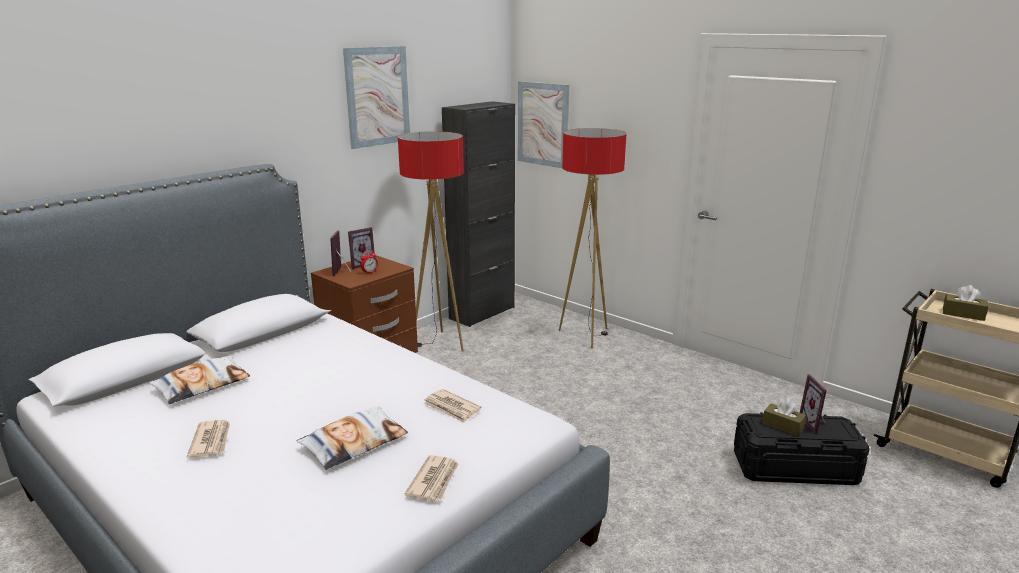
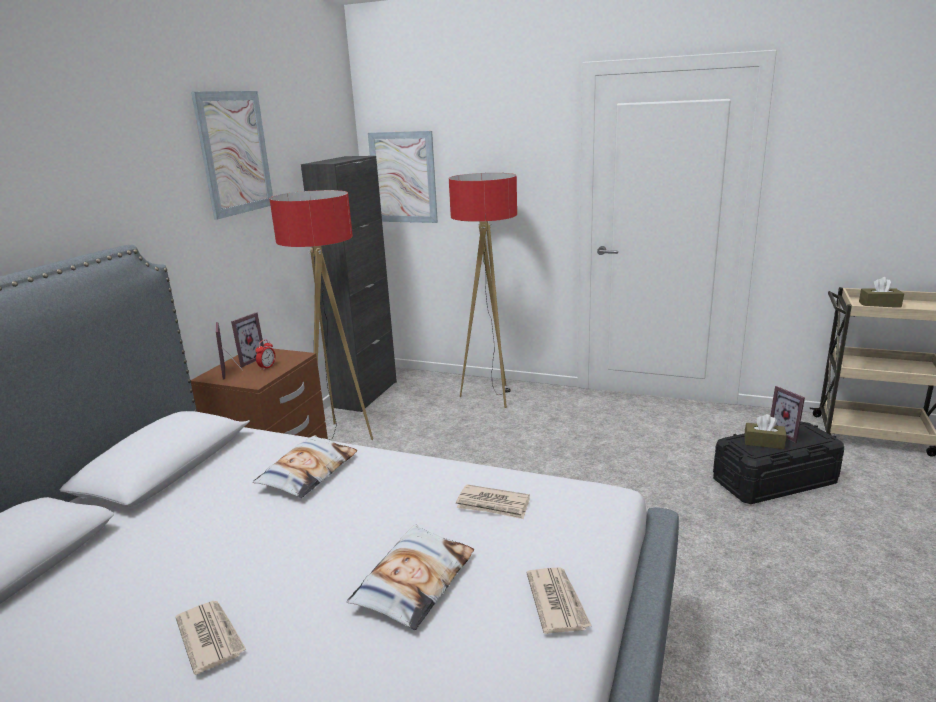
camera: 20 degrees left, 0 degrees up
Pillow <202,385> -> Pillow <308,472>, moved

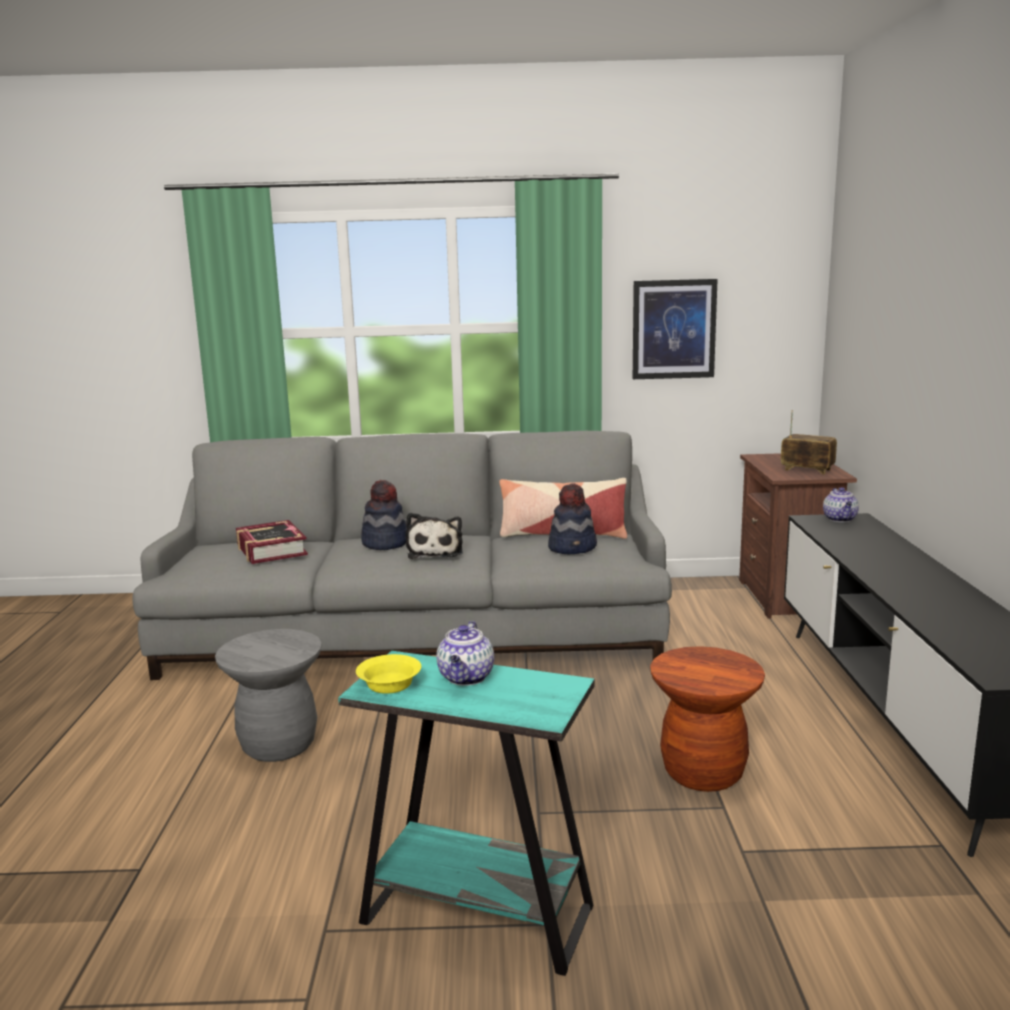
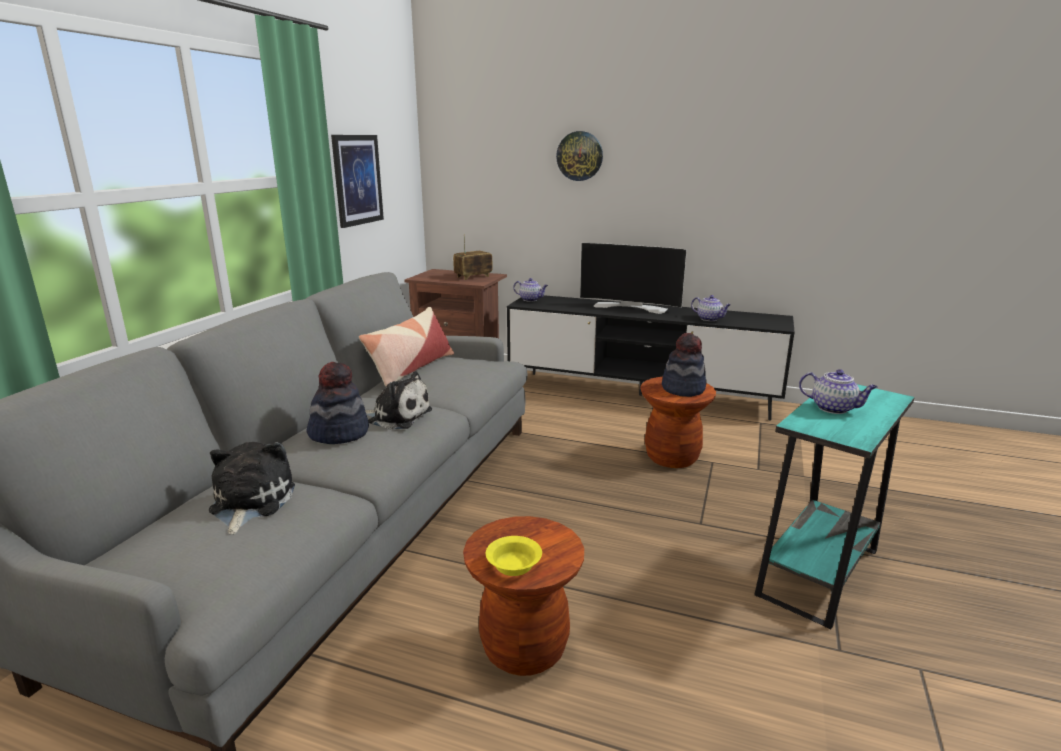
camera: 70 degrees left, 5 degrees up
none -> WallClock <579,156>
none -> Television <631,306>
none -> Teapot <710,319>
YellowBowl <388,685> -> YellowBowl <513,566>, moved
Hat <573,548> -> Hat <683,389>, moved
Book <271,550> -> PlushToy <249,503>
GreyStool <278,745> -> BrownStool <524,648>

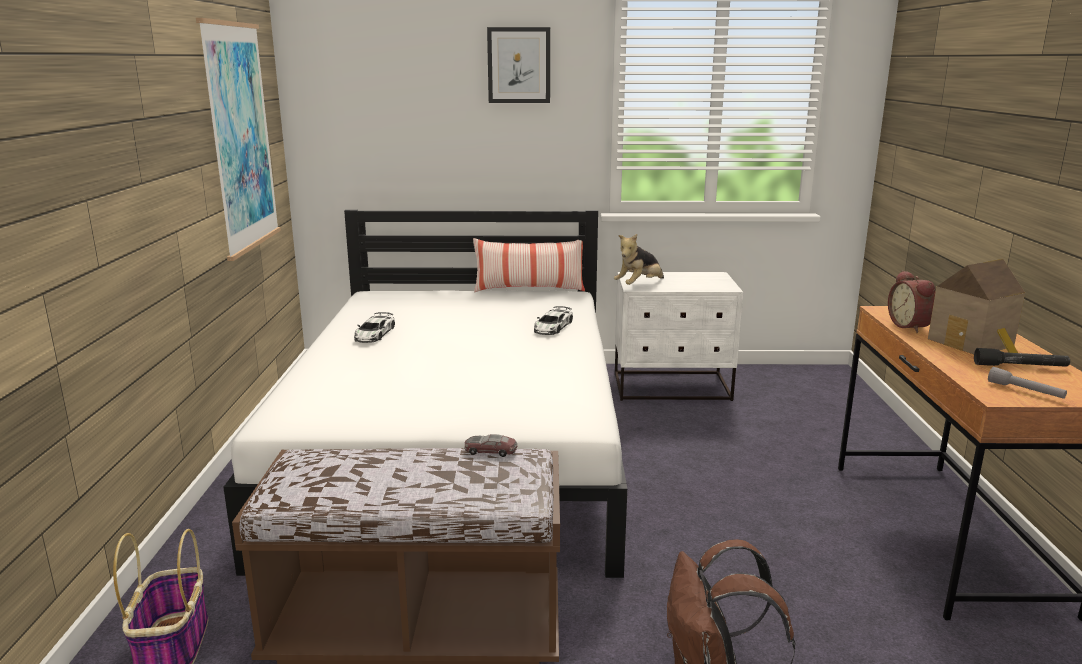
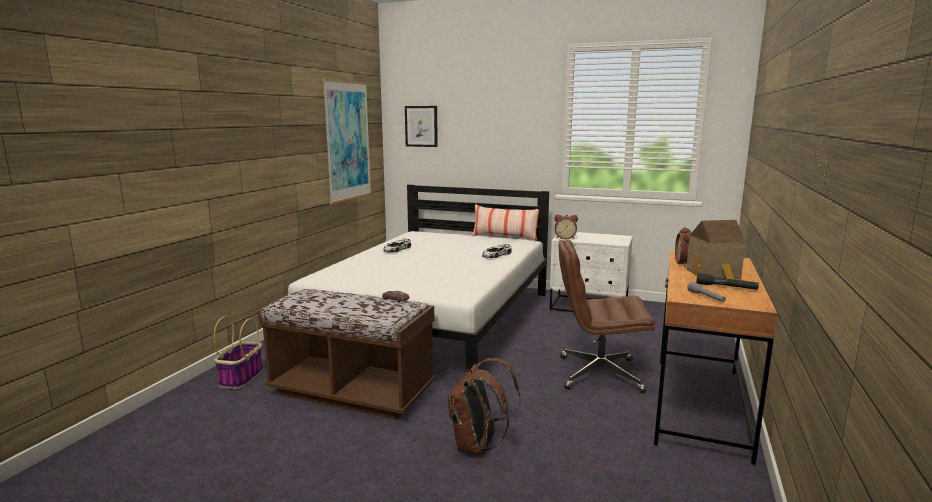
camera: 20 degrees right, 5 degrees down
none -> BrownOfficeChair <598,374>
Picture <519,65> -> Picture <421,126>, moved
PlushToy <639,285> -> AlarmClock <565,238>

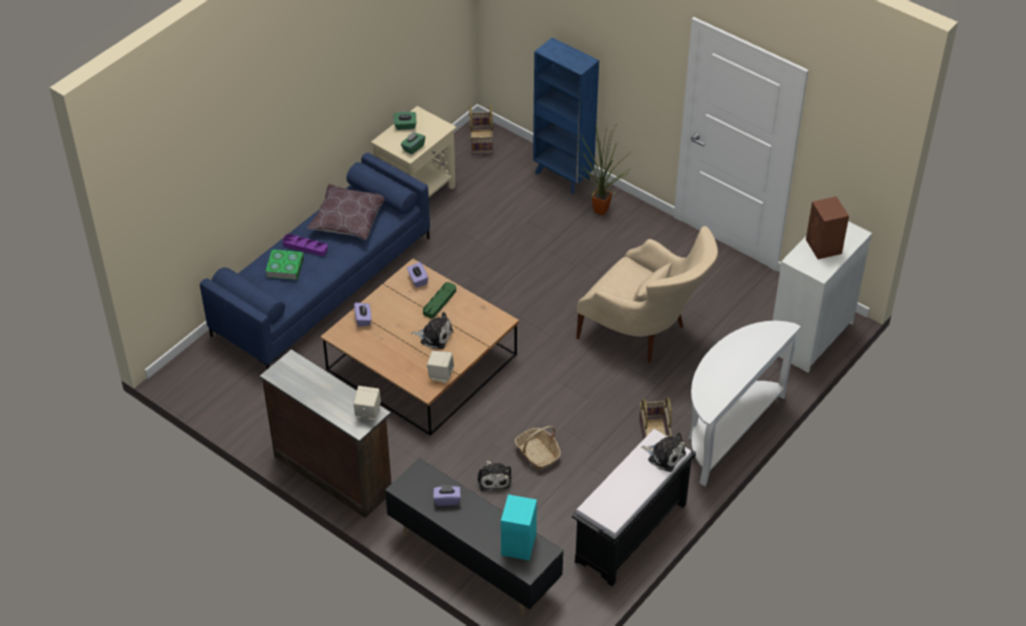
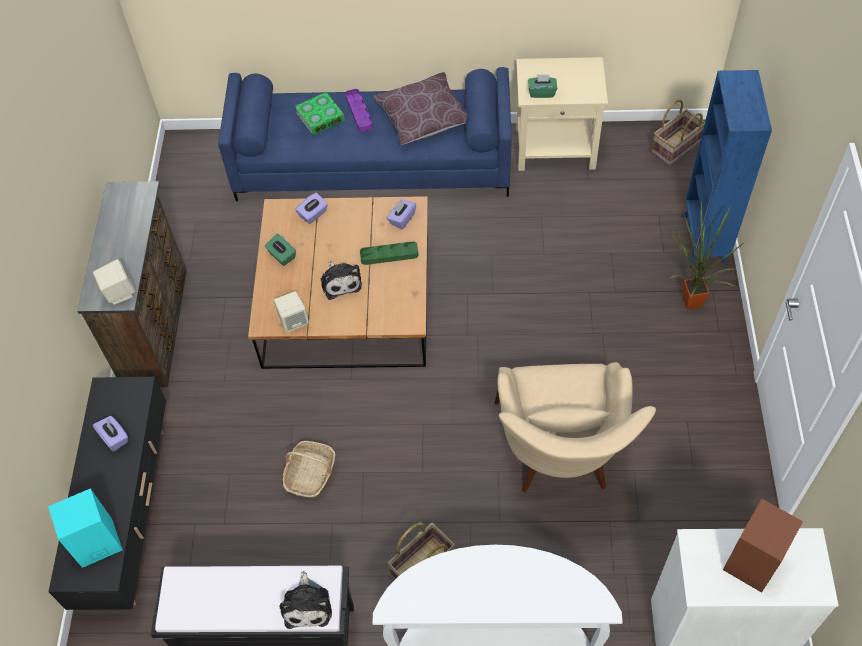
camera: 55 degrees right, 10 degrees up
PlushToy <493,478> -> none
GreenTissueBox <405,126> -> GreenTissueBox <281,256>, moved

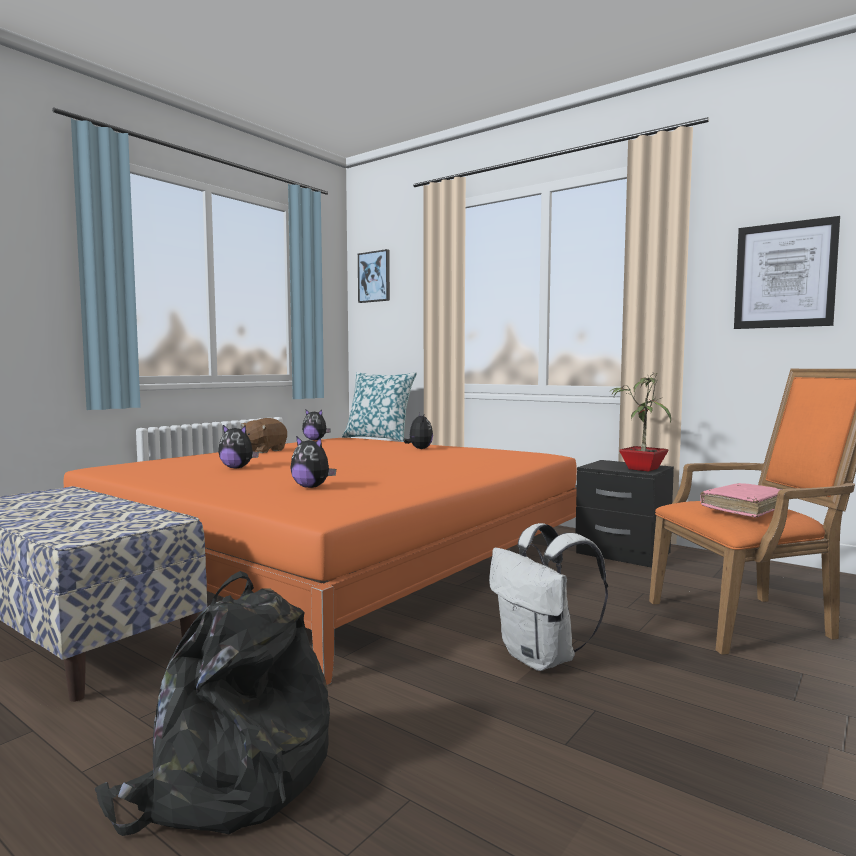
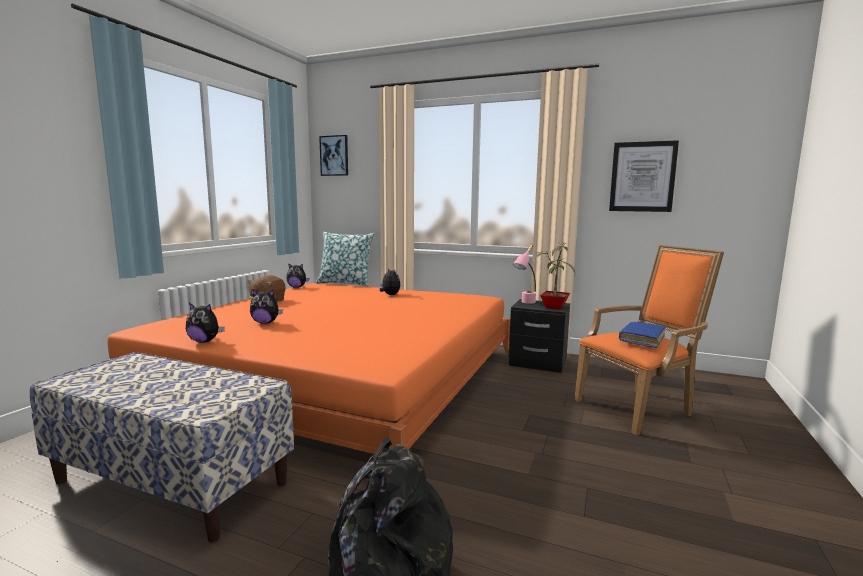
camera: 15 degrees left, 5 degrees up
WhiteBackpack <542,658> -> none
none -> PinkTableLamp <525,303>
PlushToy <311,487> -> PlushToy <205,341>, moved
PinkBook <744,508> -> BlueBook <642,339>

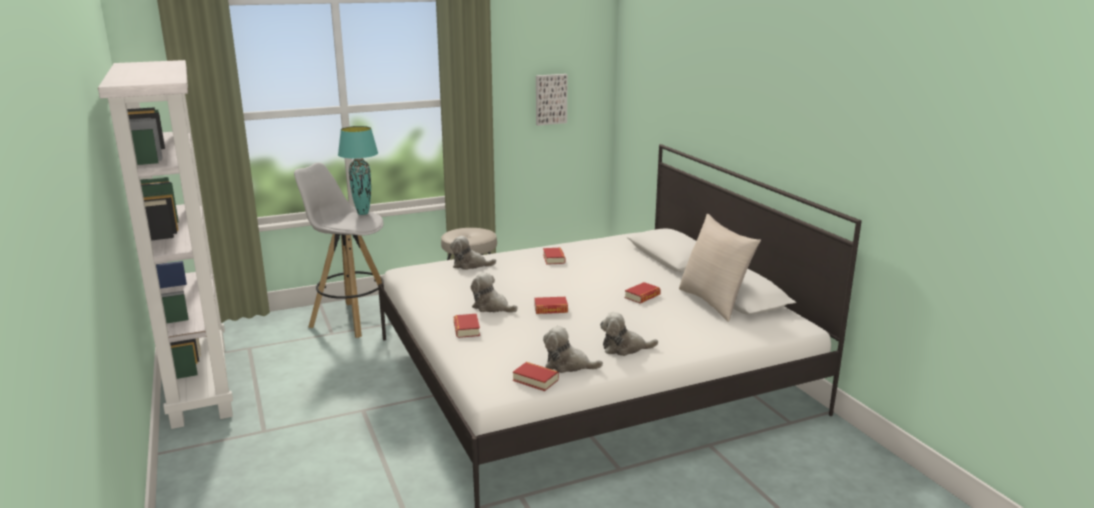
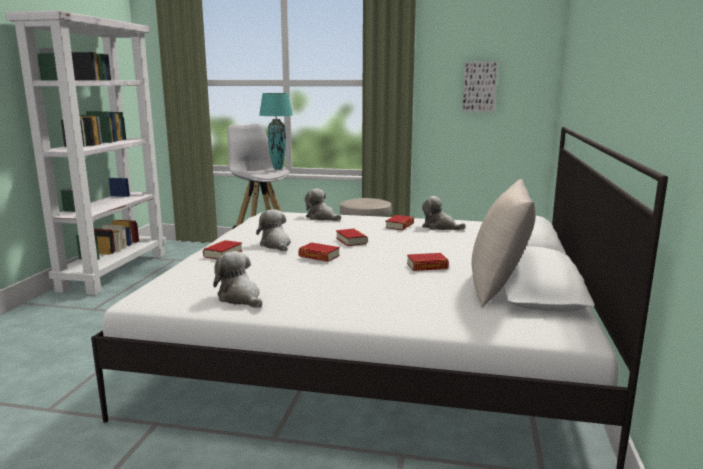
camera: 35 degrees right, 5 degrees down
Book <535,380> -> Book <351,241>, moved
PlushToy <624,348> -> PlushToy <440,227>, moved

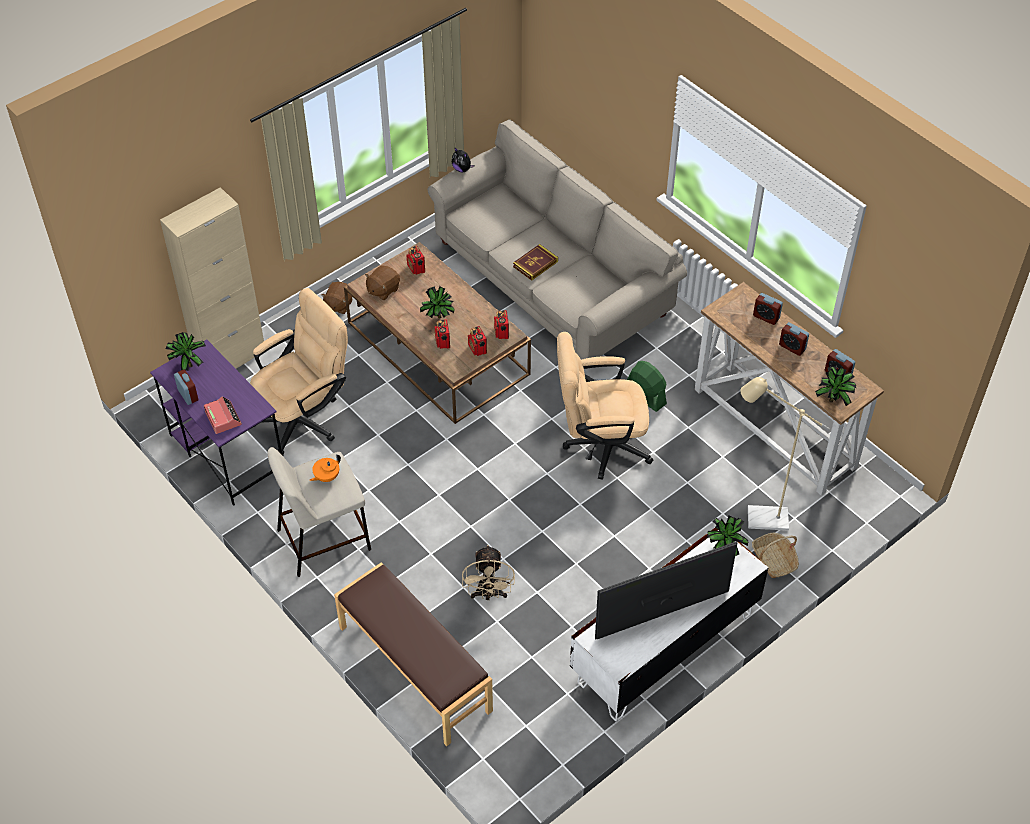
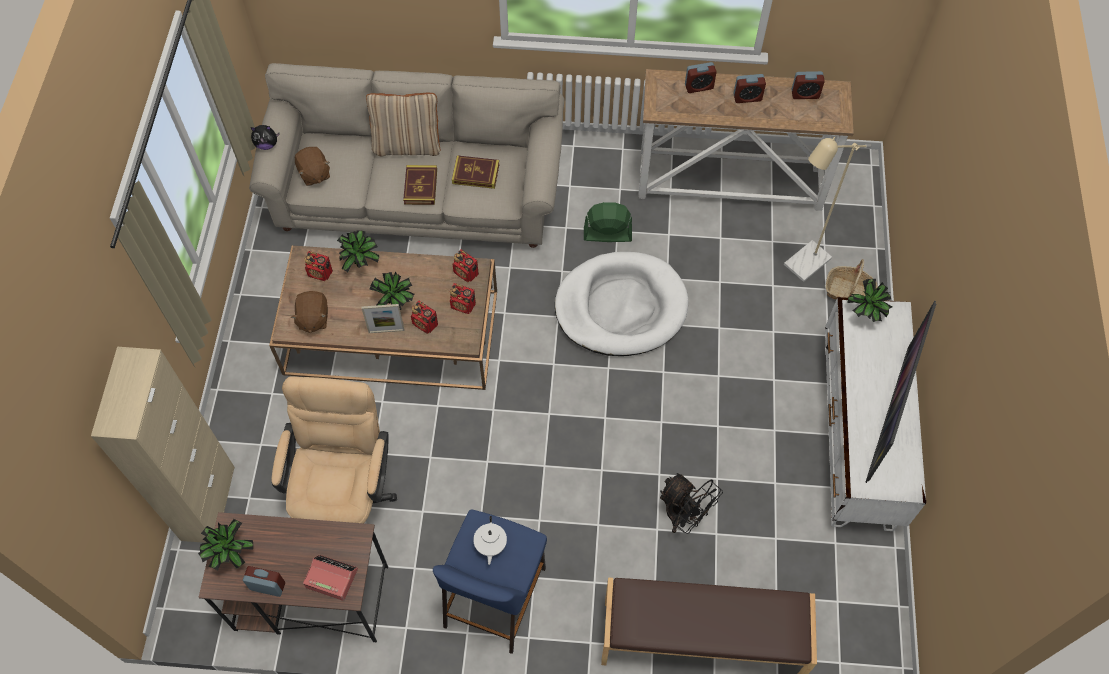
camera: 45 degrees left, 10 degrees up
none -> PictureFrame <386,331>
none -> BeigePillow <407,145>
none -> Book <476,174>
BrownPlushToy <338,305> -> BrownPlushToy <314,174>, moved
PottedPlant <834,400> -> PottedPlant <361,263>, moved
BeigeOfficeChair <599,445> -> WhiteDogBed <621,307>
PurpleDesk <226,452> -> BrownDesk <310,598>
BeigeStool <325,538> -> BlueStool <495,595>
OrangeTeapot <326,477> -> WhiteTeapot <490,545>
BeigeFan <488,594> -> BlackFan <683,516>

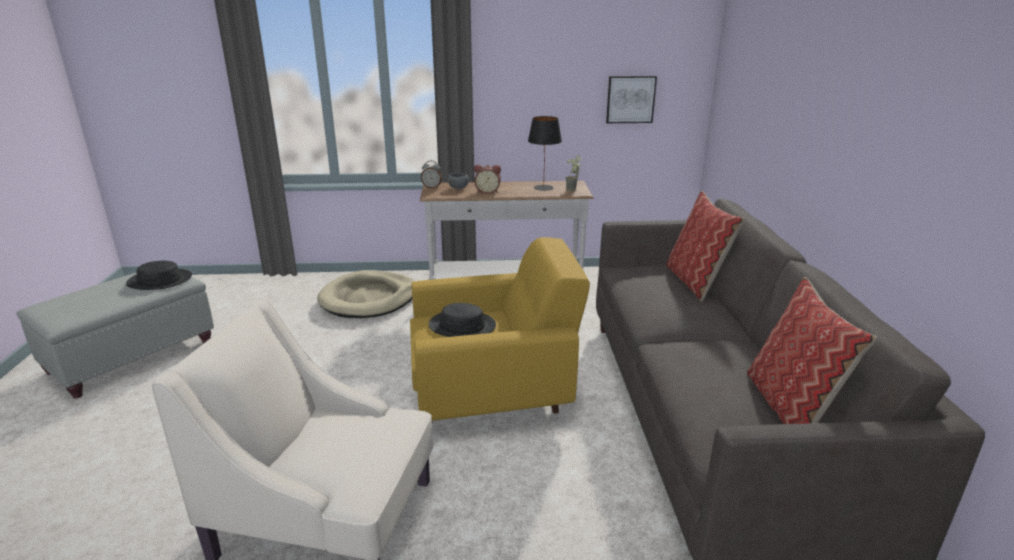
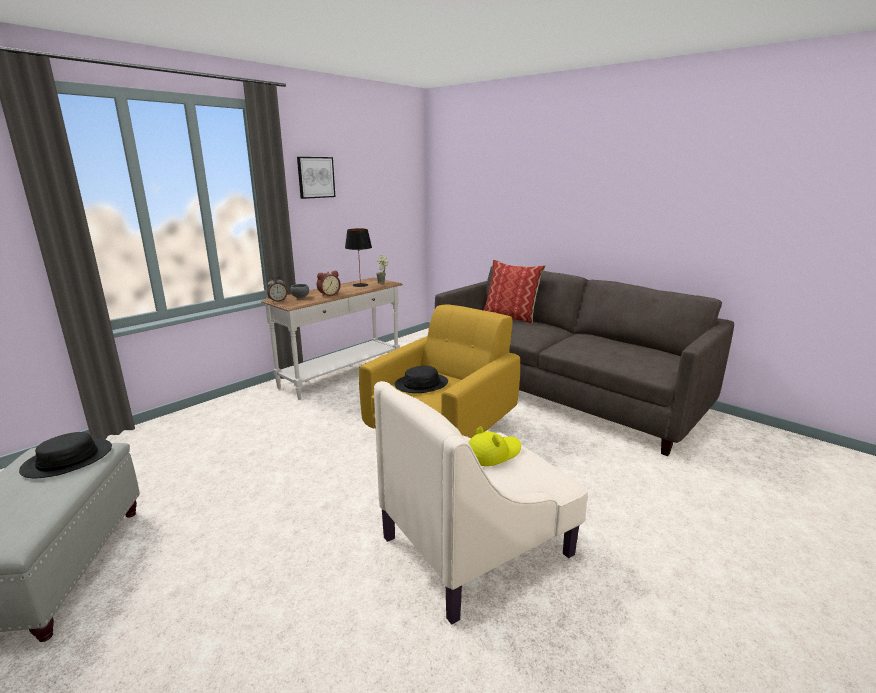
camera: 45 degrees left, 5 degrees down
BeigeDogBed <369,298> -> none
Pillow <791,407> -> none
none -> YellowHat <492,453>
Picture <630,99> -> Picture <315,177>, moved

